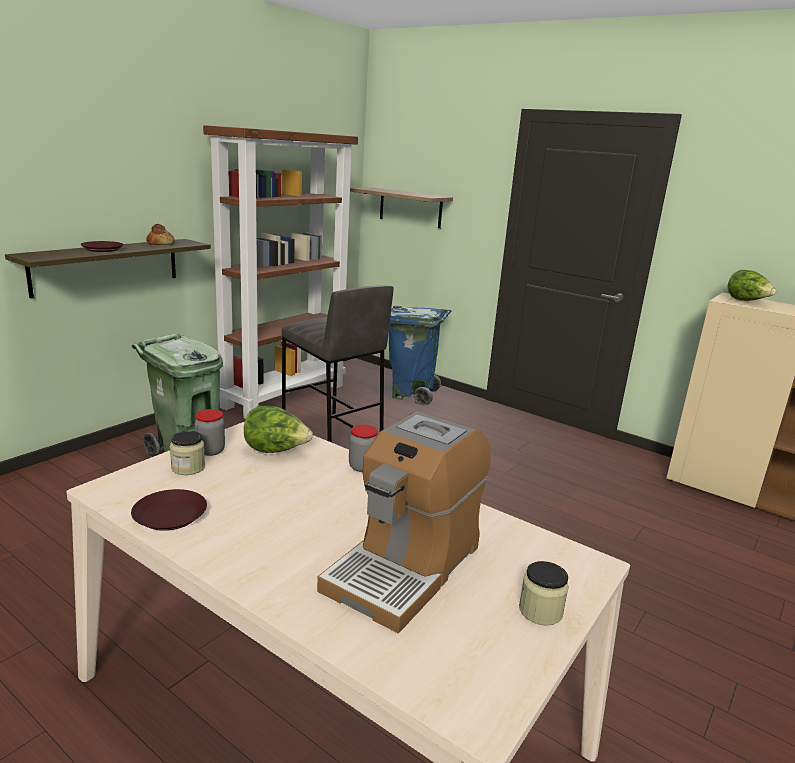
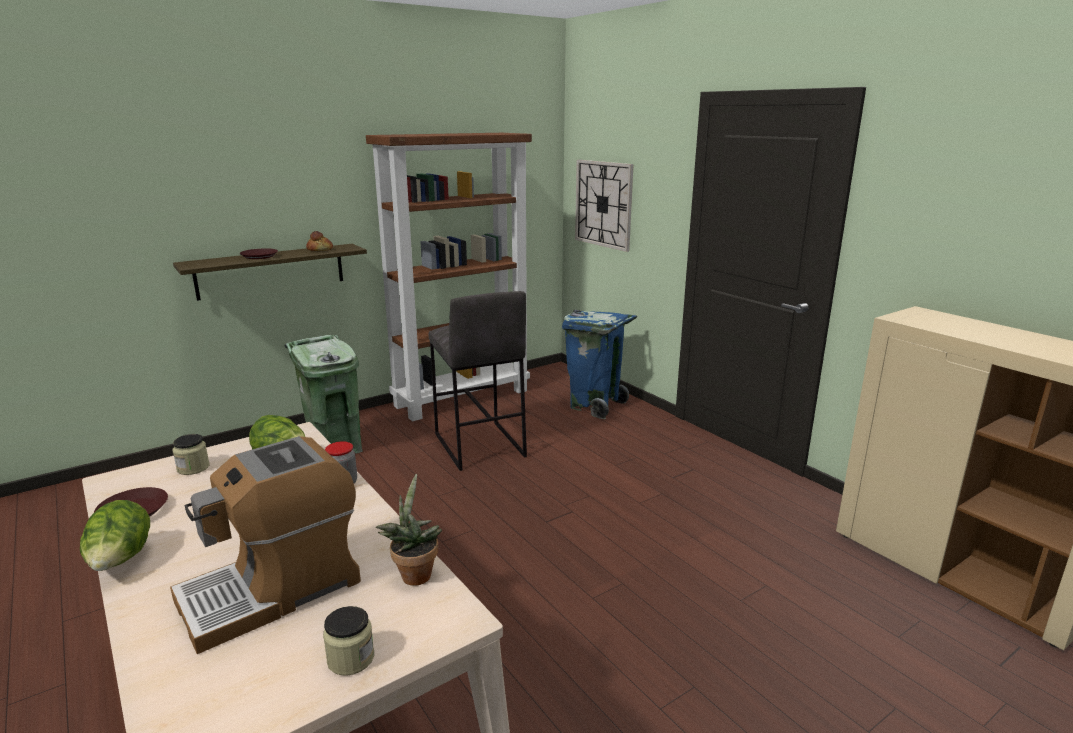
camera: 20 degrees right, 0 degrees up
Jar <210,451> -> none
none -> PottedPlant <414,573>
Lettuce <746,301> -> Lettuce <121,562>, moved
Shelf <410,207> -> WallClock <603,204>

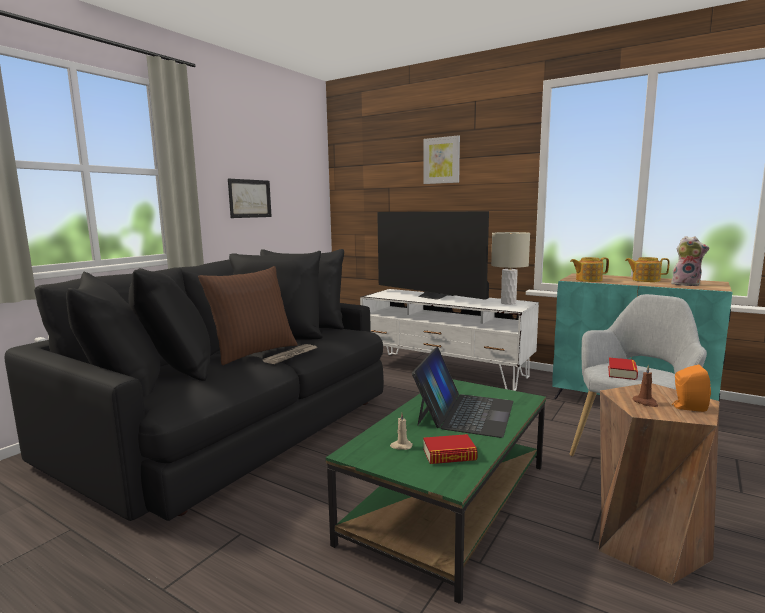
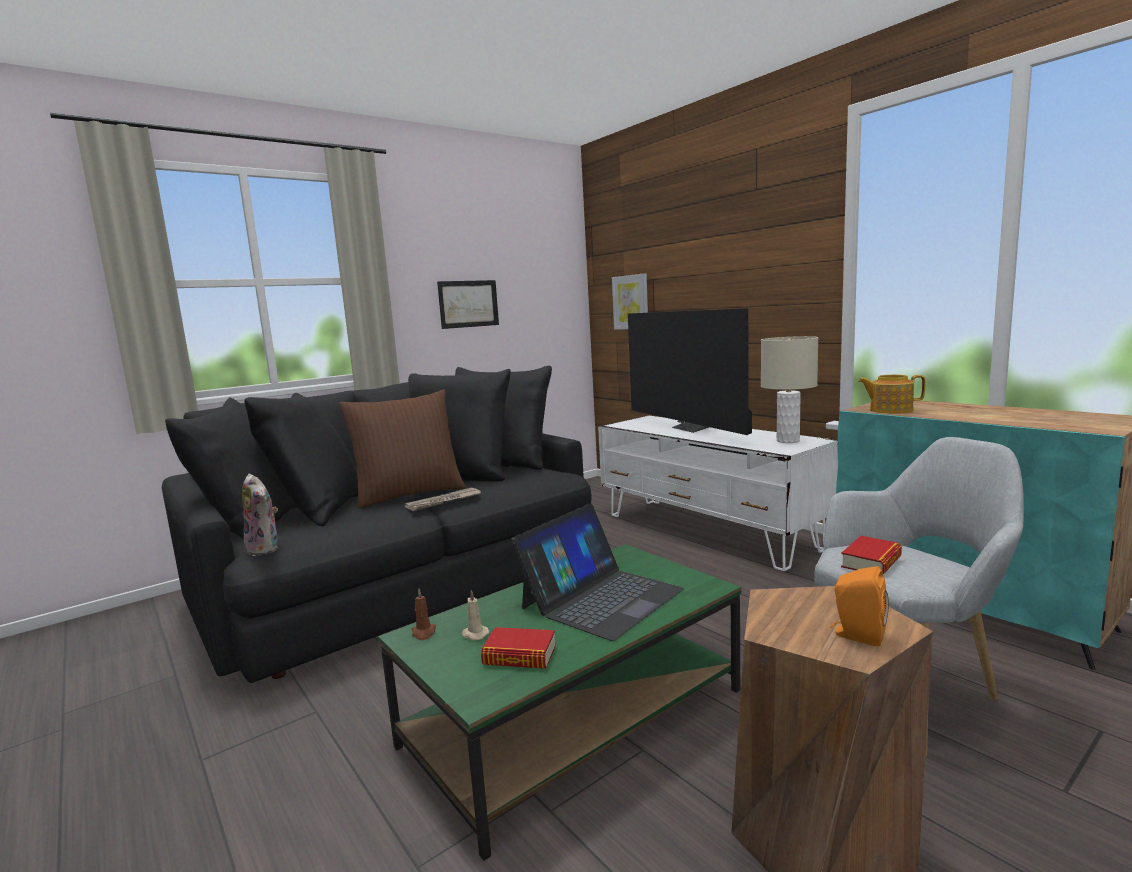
camera: 20 degrees right, 0 degrees up
Teapot <645,280> -> none
Picture <441,160> -> Picture <631,302>, moved
BrownCandle <645,402> -> BrownCandle <424,633>, moved
PlushToy <686,284> -> PlushToy <266,549>, moved

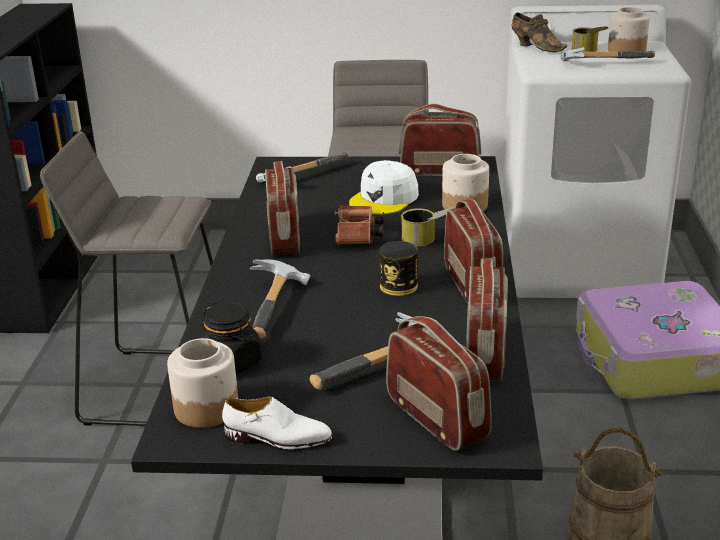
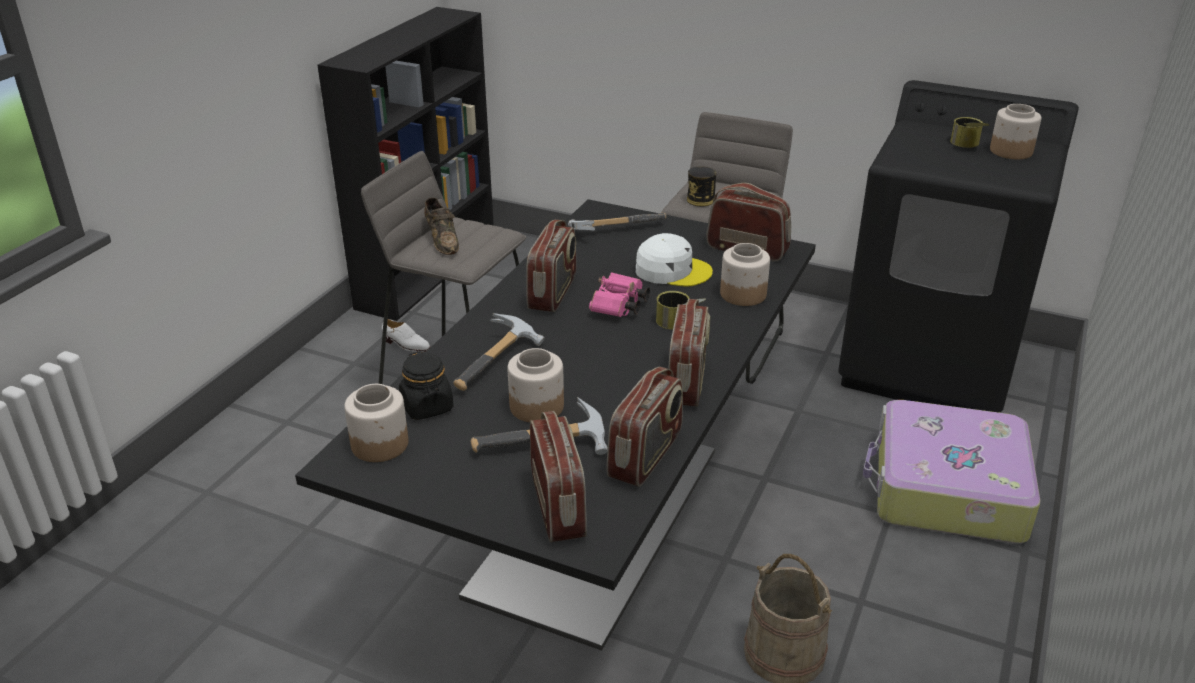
camera: 20 degrees right, 5 degrees up
Hammer <603,63> -> none
none -> Jar <536,407>
WhiteShoe <277,439> -> WhiteShoe <406,344>, moved
Can <398,287> -> Can <700,200>, moved
BrownShoe <536,47> -> BrownShoe <442,241>, moved
BrownBinoculars <358,238> -> PinkBinoculars <619,307>
WhiteWashingMachine <578,264> -> BlackWashingMachine <930,364>
WhiteCap <384,199> -> WhiteCap <672,270>, 135 degrees counterclockwise

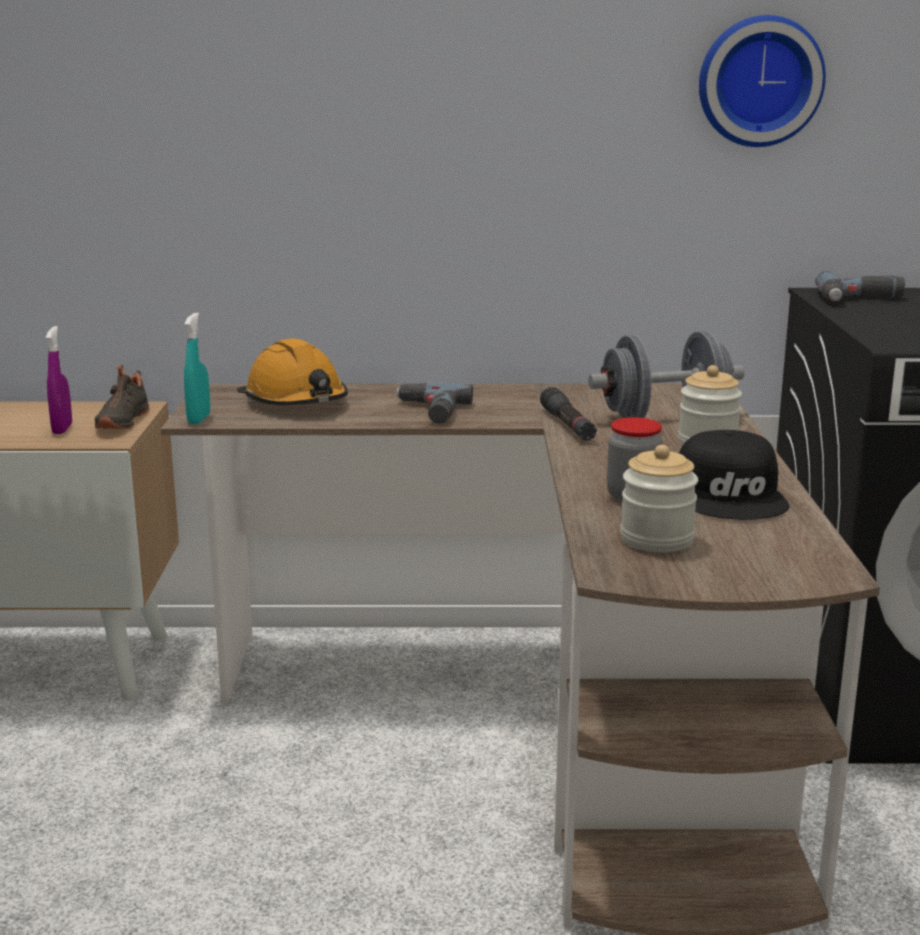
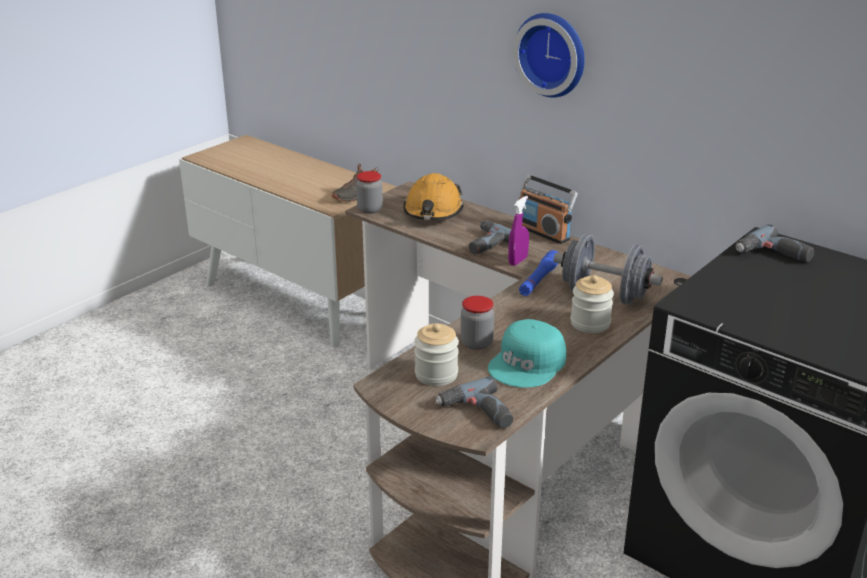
camera: 40 degrees right, 10 degrees up
none -> PowerDrill <477,413>
none -> Radio <543,232>
PurpleSprayBottle <62,429> -> PurpleSprayBottle <518,261>, moved
WallClock <759,81> -> WallClock <553,54>, moved
TurquoiseSprayBottle <199,419> -> Jar <370,209>
BlackFlashlight <568,425> -> BlueFlashlight <539,280>
BlackCap <731,495> -> TurquoiseCap <528,364>

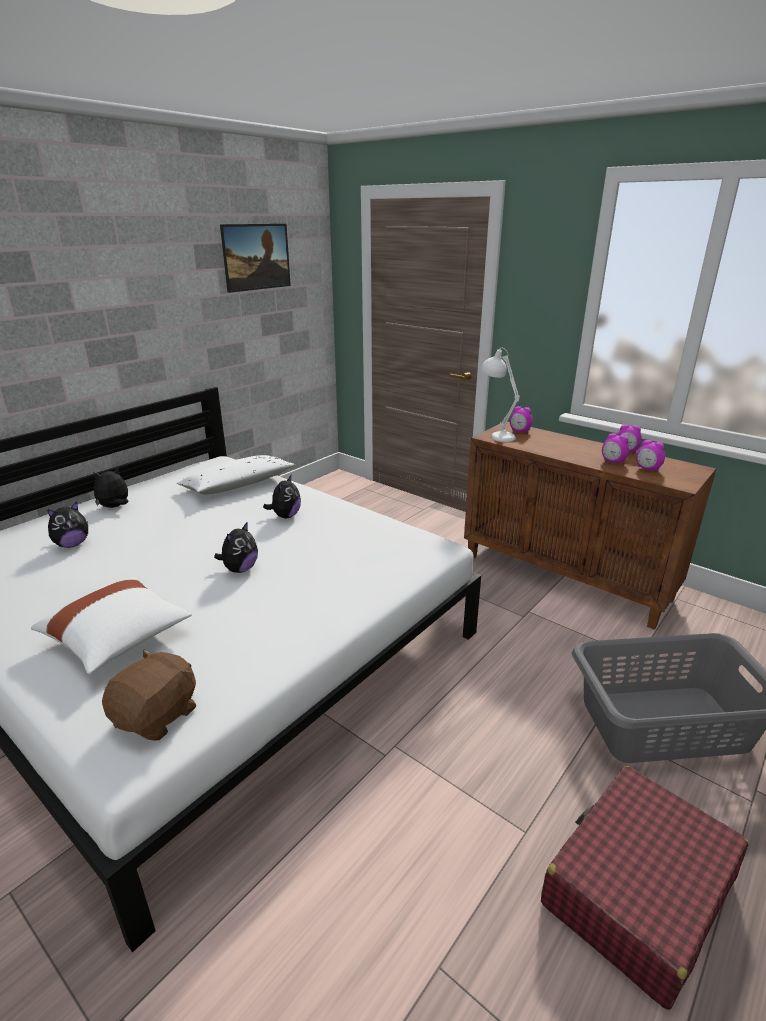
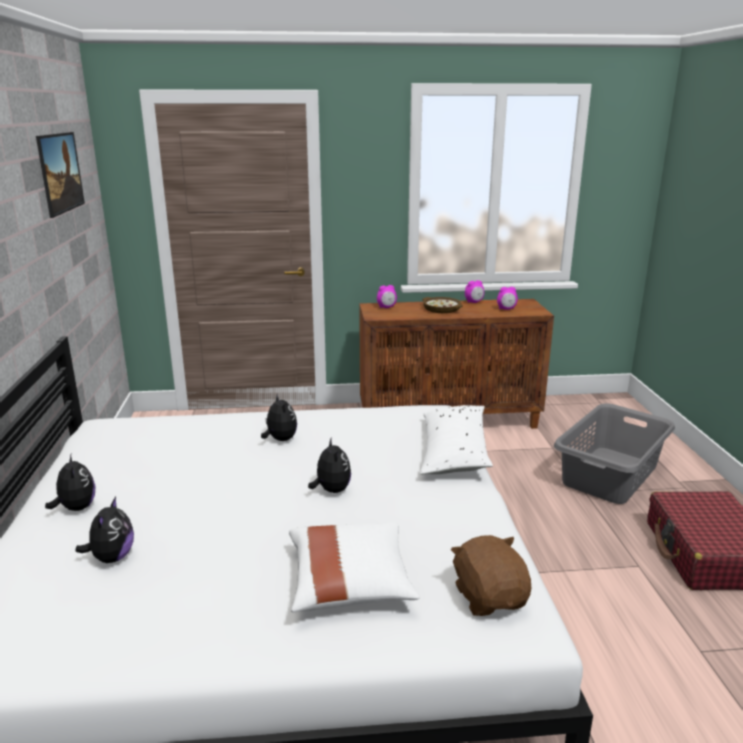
camera: 45 degrees left, 5 degrees down
WhiteTableLamp <496,435> -> none
AlarmClock <613,462> -> none
none -> Bowl <442,309>
WhitePillow <238,485> -> WhitePillow <454,451>, moved
PlushToy <115,507> -> PlushToy <76,508>, 150 degrees clockwise

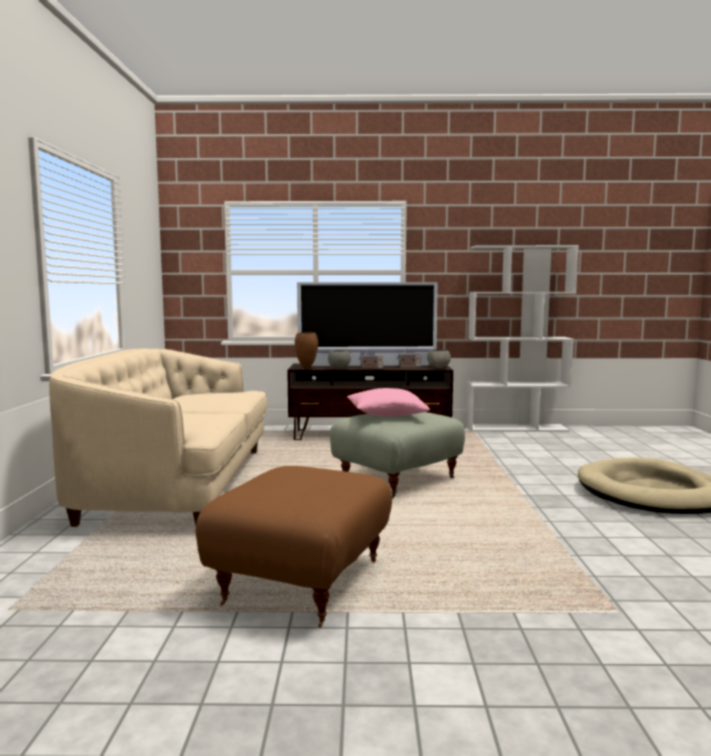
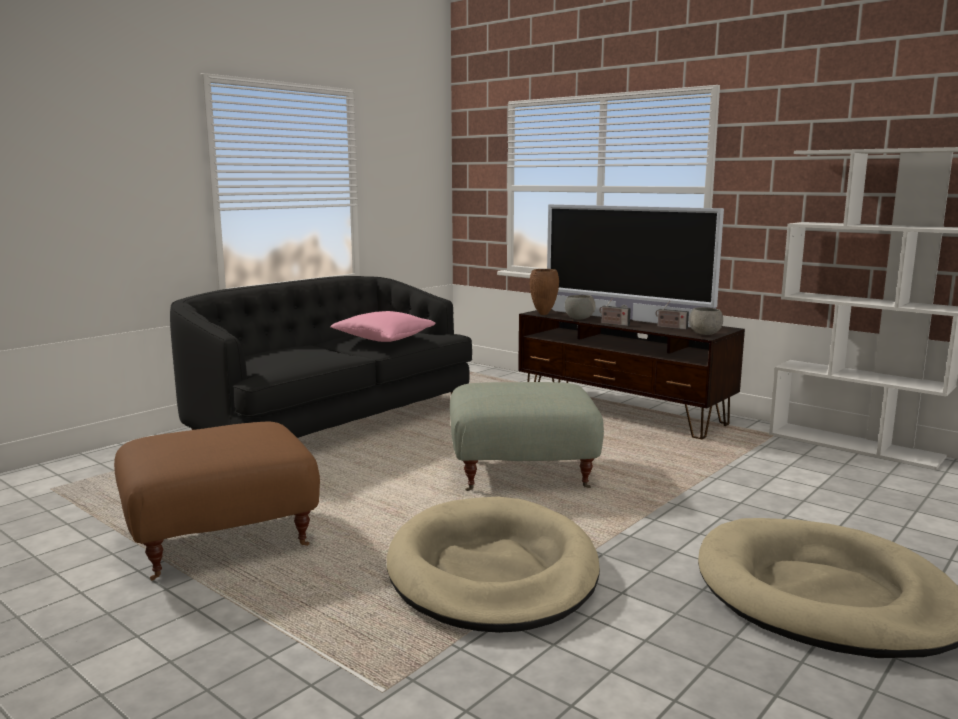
camera: 40 degrees right, 5 degrees up
none -> BeigeDogBed <492,571>
PinkPillow <386,415> -> PinkPillow <384,339>, moved
BeigeSofa <179,484> -> BlackSofa <331,423>

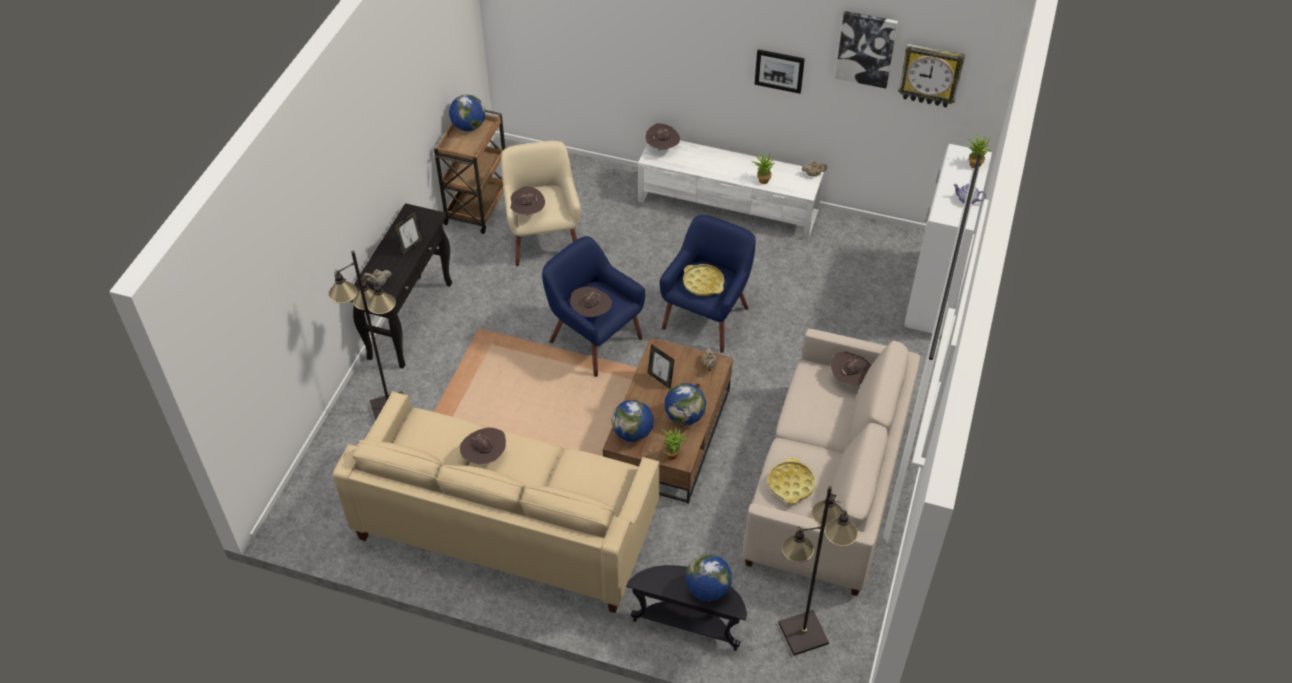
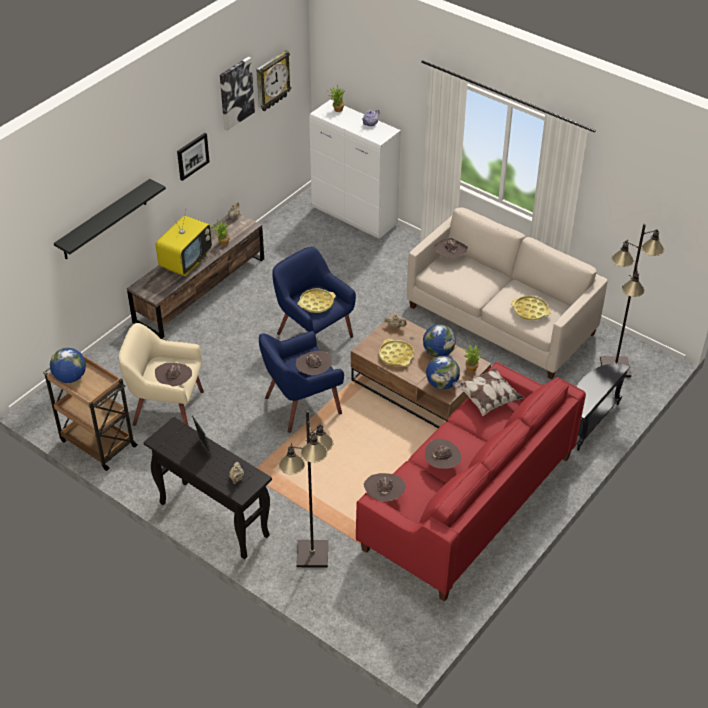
camera: 70 degrees left, 5 degrees down
Globe <707,589> -> none
none -> BlackShelf <104,220>
none -> Television <186,262>
none -> Pillow <487,399>
BrownHat <662,148> -> BrownHat <384,496>, moved
PictureFrame <660,379> -> YellowTray <396,356>
BeigeSofa <506,526> -> RedSofa <467,503>
WhiteTvStand <728,206> -> BrownTvStand <200,289>

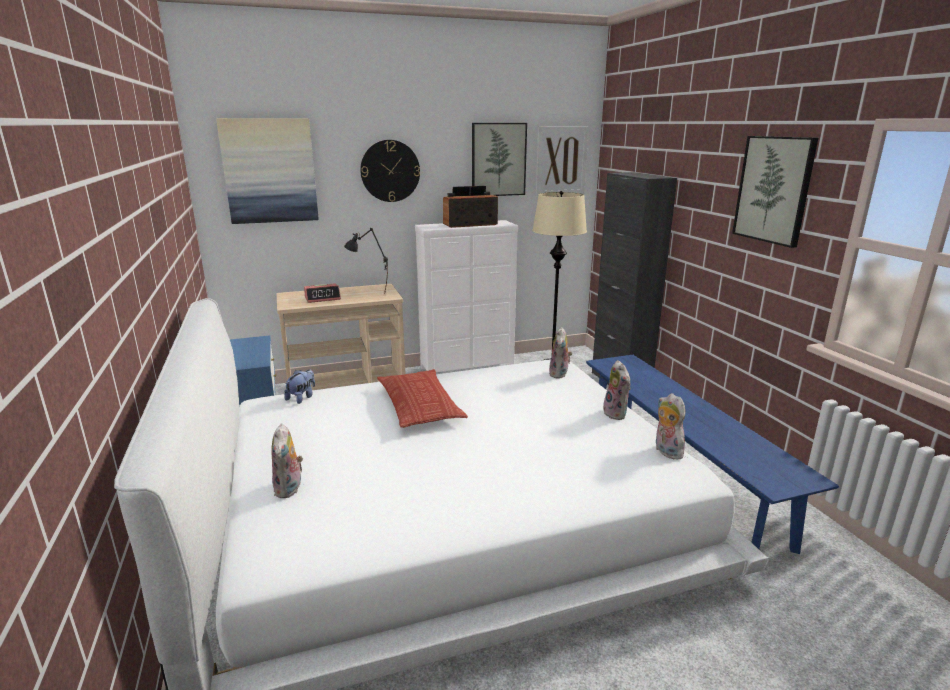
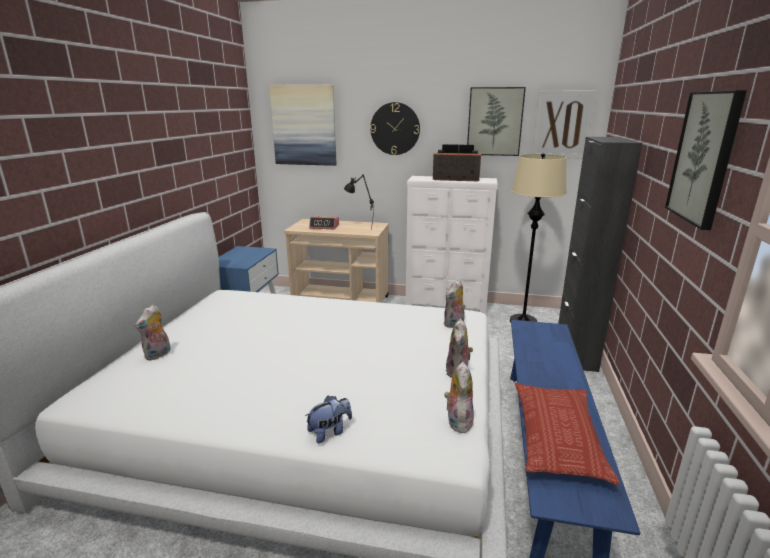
camera: 30 degrees right, 0 degrees up
PlushToy <302,398> -> PlushToy <330,432>, moved
Pillow <419,405> -> Pillow <557,436>, moved

